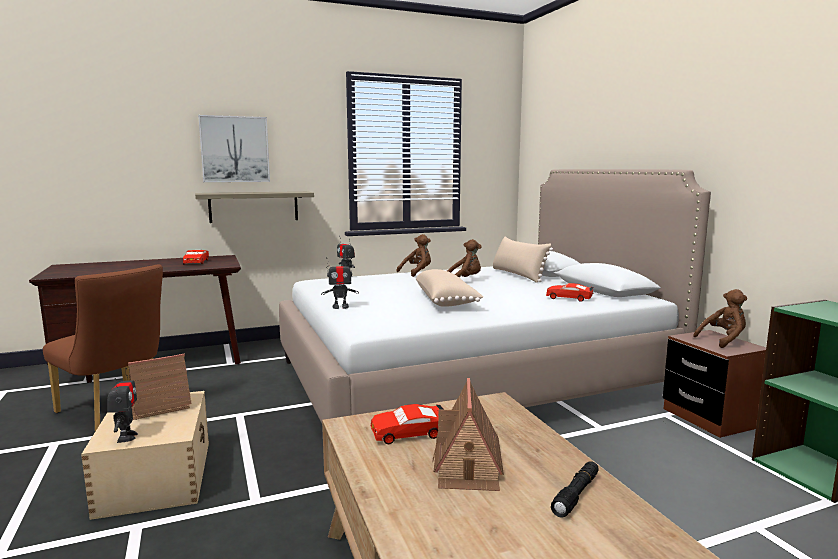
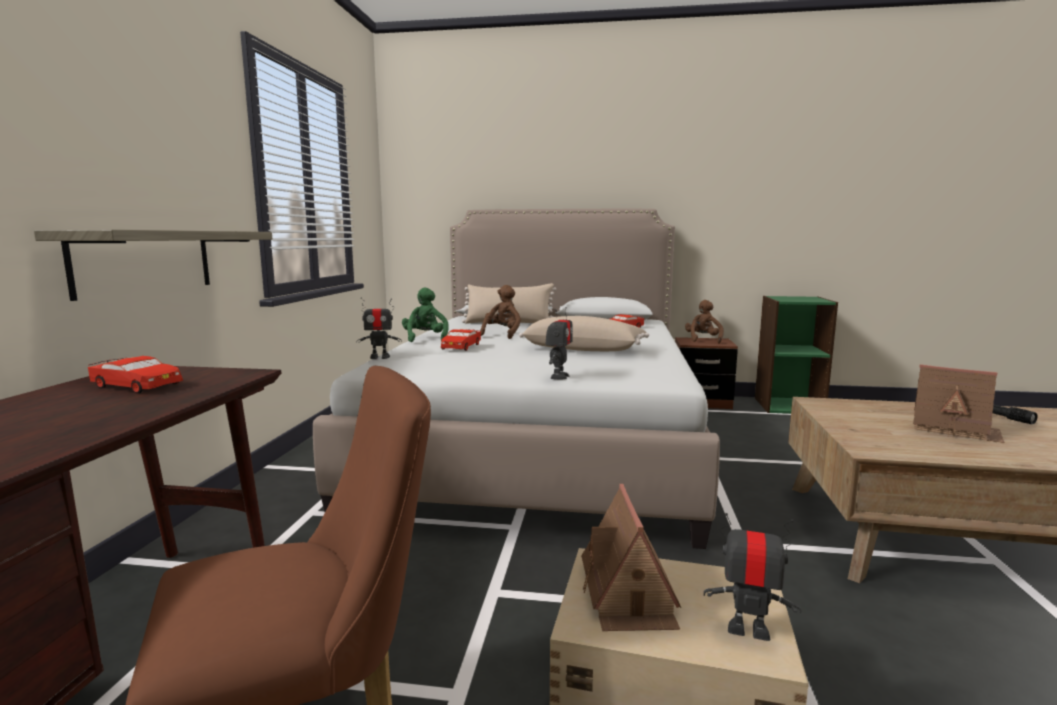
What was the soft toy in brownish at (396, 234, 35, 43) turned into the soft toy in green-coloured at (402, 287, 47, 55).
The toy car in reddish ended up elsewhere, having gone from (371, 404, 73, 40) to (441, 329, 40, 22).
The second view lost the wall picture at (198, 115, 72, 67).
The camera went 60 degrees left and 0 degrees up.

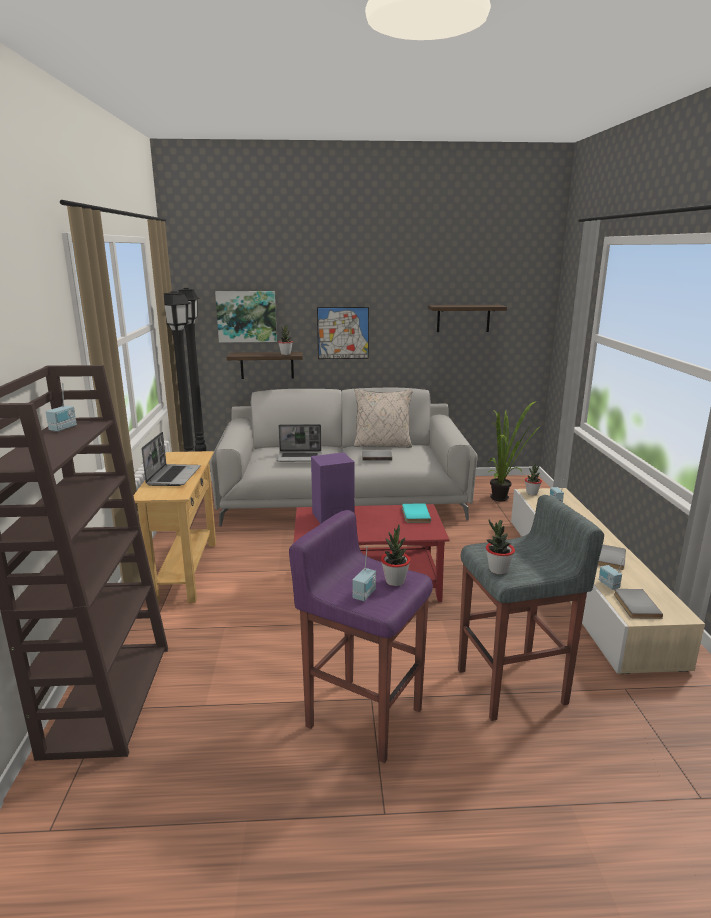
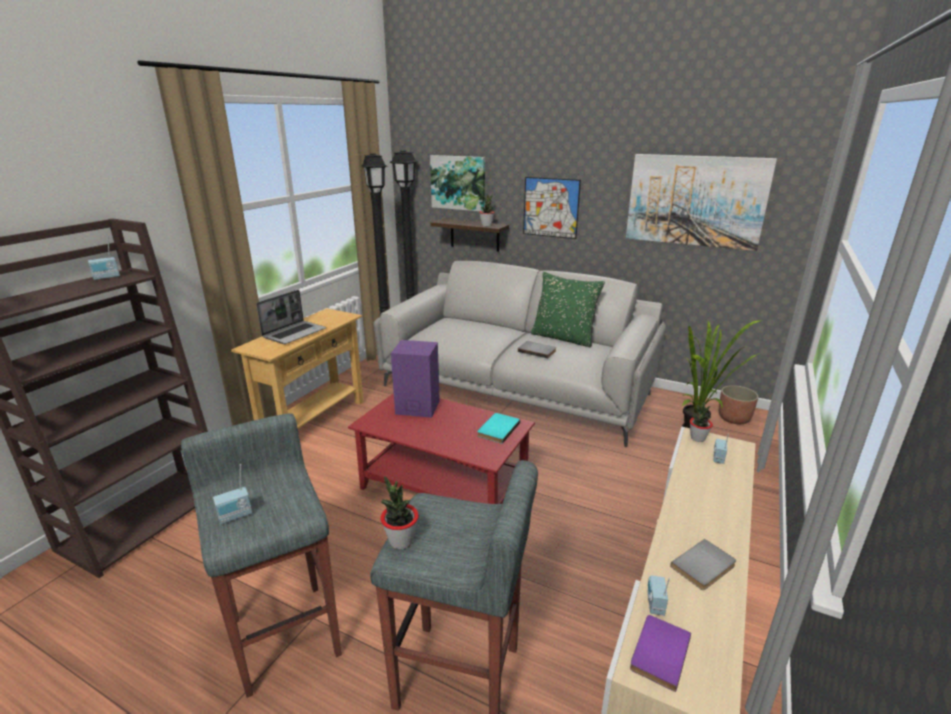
What was the stool in purple-coloured at (289, 510, 144, 253) turned into the stool in gray at (181, 414, 161, 284).
What was the cushion in beige at (354, 389, 58, 59) turned into the cushion in green-coloured at (531, 272, 74, 76).
Where the shelf hung at (428, 305, 79, 27), the wall picture came to hang at (626, 154, 151, 97).
What was the book in gray at (614, 589, 49, 30) turned into the book in purple-coloured at (630, 615, 61, 77).
The second view gained the flower pot at (719, 385, 40, 39).
The second view lost the laptop at (277, 424, 45, 38).
The second view lost the potted plant at (381, 525, 30, 61).
The camera went 30 degrees right and 5 degrees up.

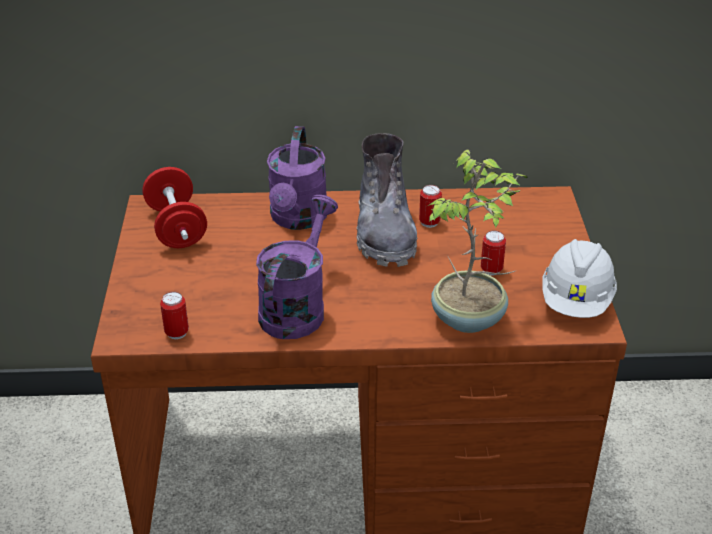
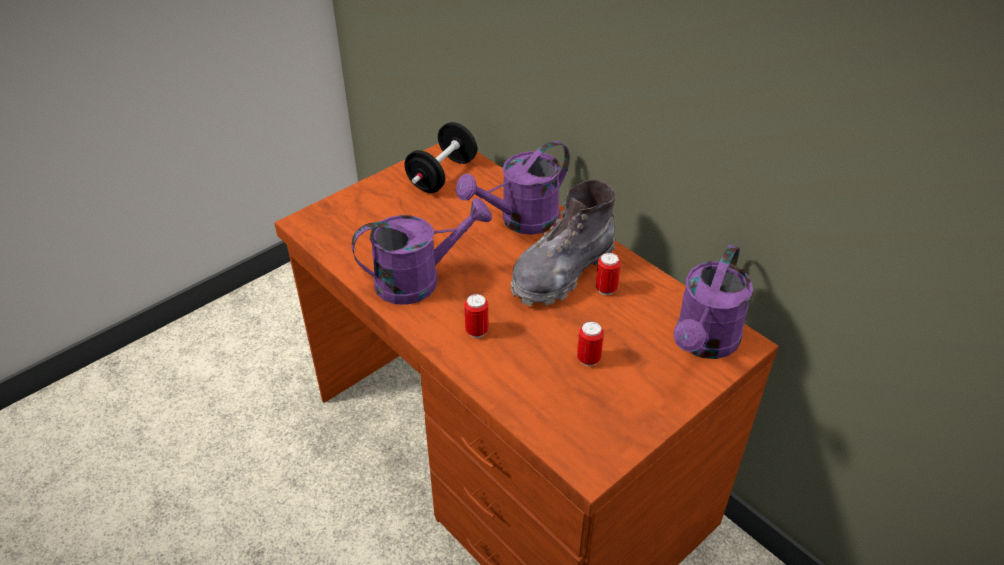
What was the hand weight in reddish at (142, 167, 65, 81) turned into the hand weight in black-coloured at (404, 122, 73, 71).
The metal can ended up elsewhere, having gone from (160, 292, 29, 47) to (464, 294, 25, 44).
The second view gained the watering can in purple-coloured at (674, 245, 79, 114).
The second view lost the potted plant at (428, 149, 100, 184).
The second view lost the safety helmet in whitish at (542, 239, 75, 79).
The camera went 50 degrees right and 5 degrees up.

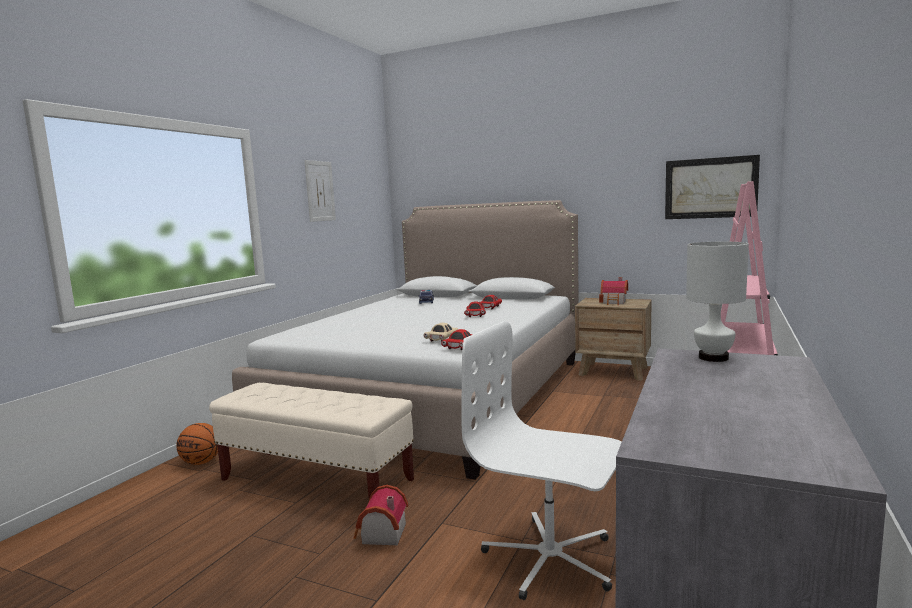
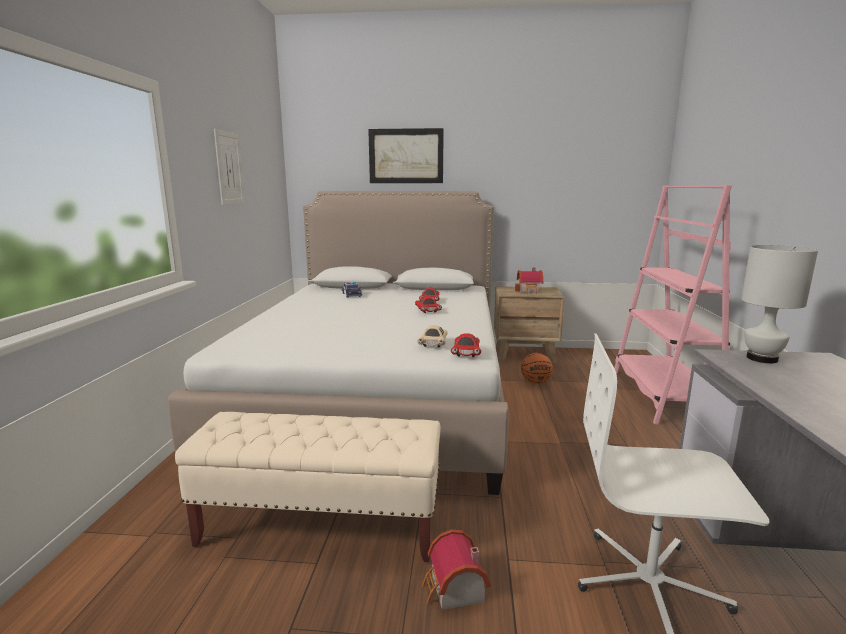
The wall picture ended up elsewhere, having gone from (665, 155, 95, 64) to (368, 128, 76, 55).
The ball for basketball ended up elsewhere, having gone from (176, 423, 42, 42) to (521, 353, 32, 31).
The camera went 20 degrees left and 5 degrees up.

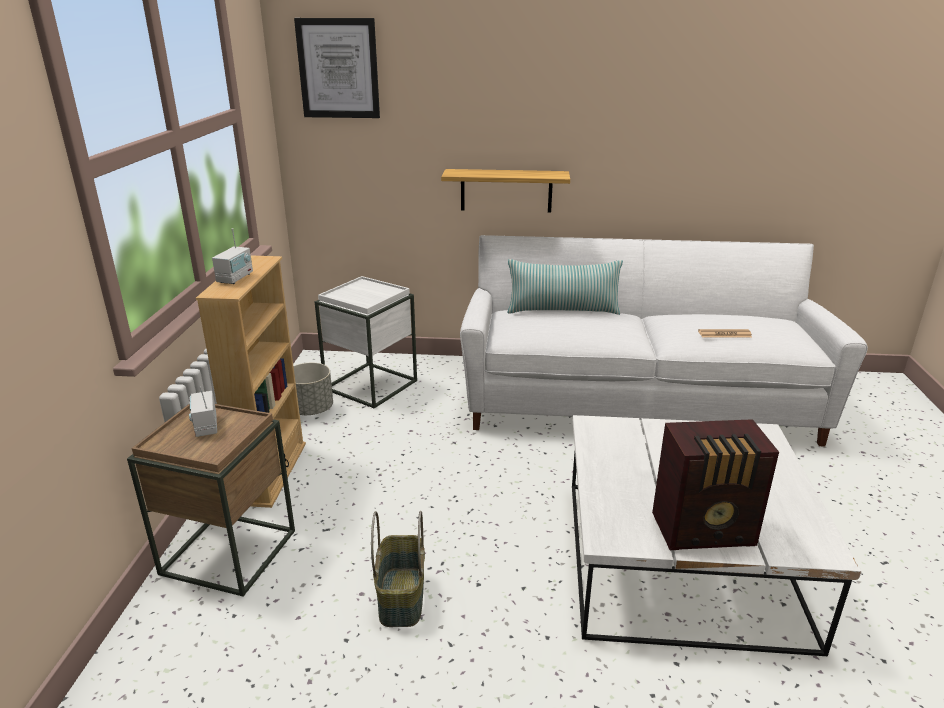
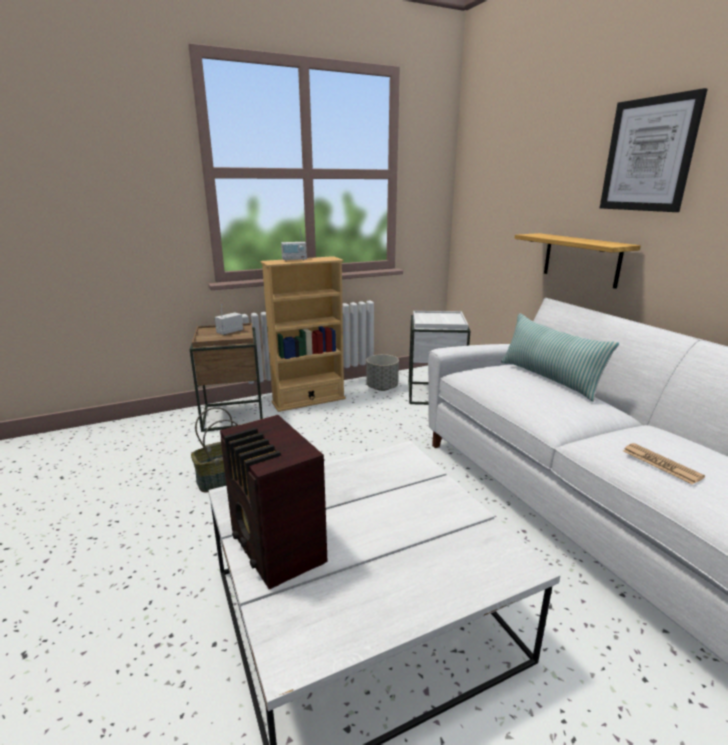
The wall picture ended up elsewhere, having gone from (294, 18, 86, 100) to (600, 88, 108, 124).
The camera went 60 degrees right and 5 degrees down.

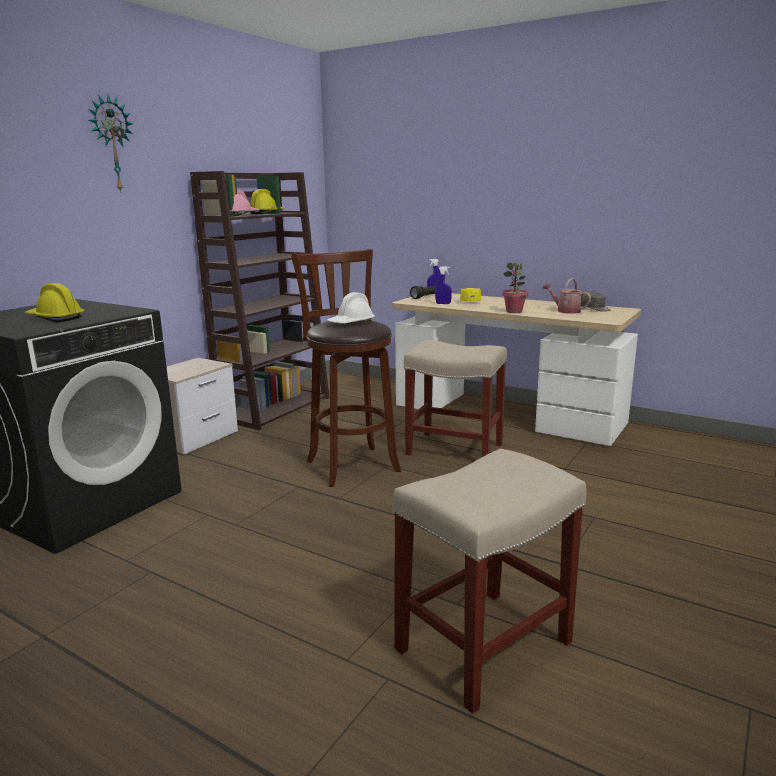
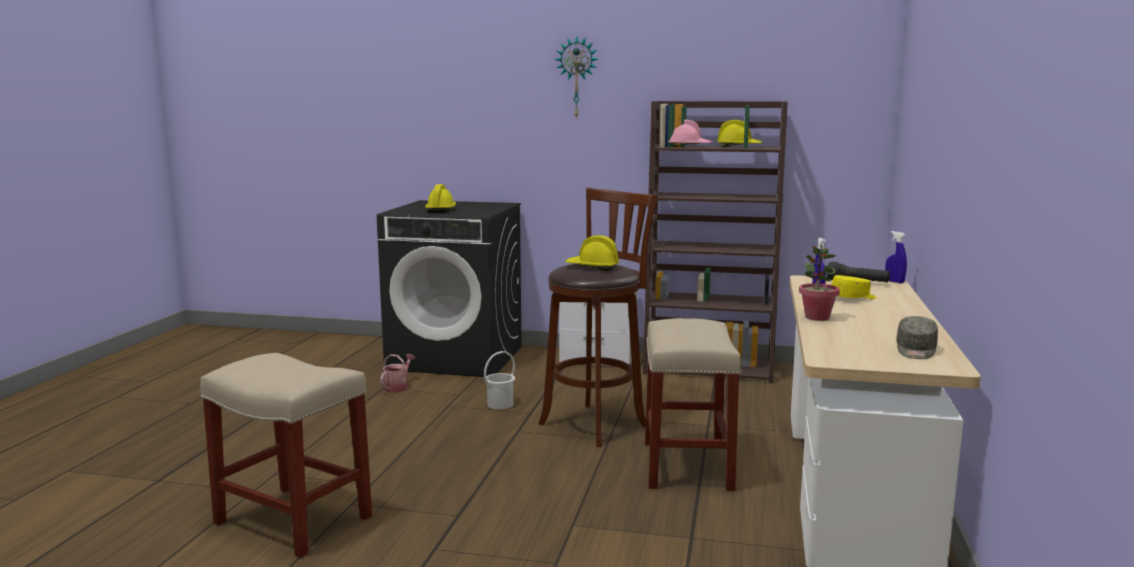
The watering can ended up elsewhere, having gone from (543, 278, 48, 36) to (380, 354, 35, 39).
The second view gained the water bucket in whitish at (484, 351, 31, 58).
What was the safety helmet in whitish at (327, 292, 48, 31) turned into the safety helmet in yellow-coloured at (565, 235, 55, 36).
The camera went 70 degrees right and 5 degrees down.

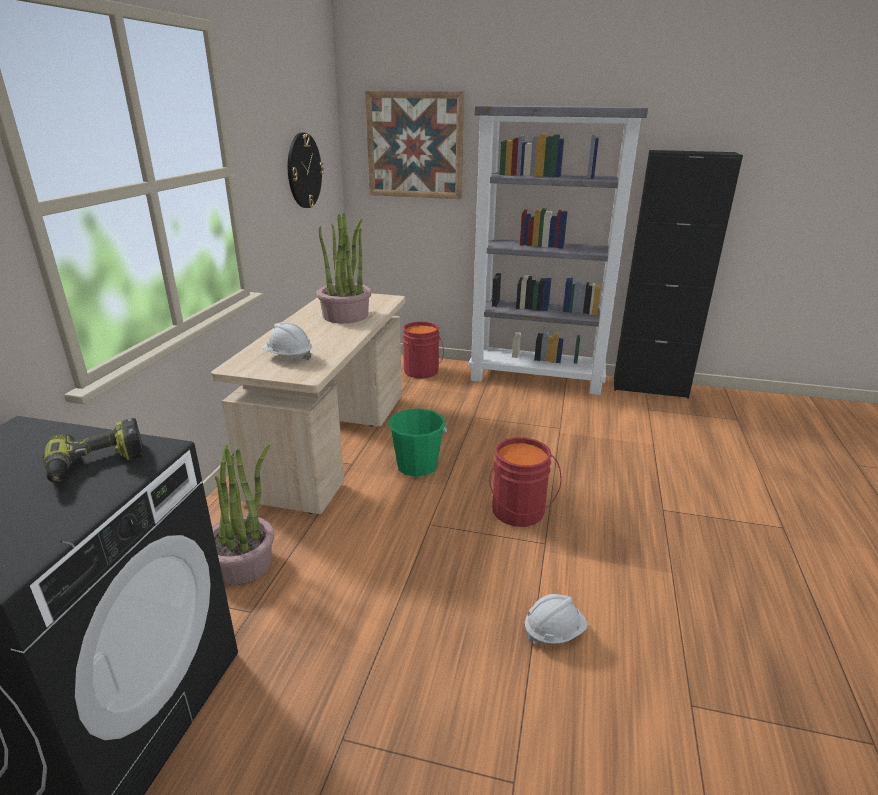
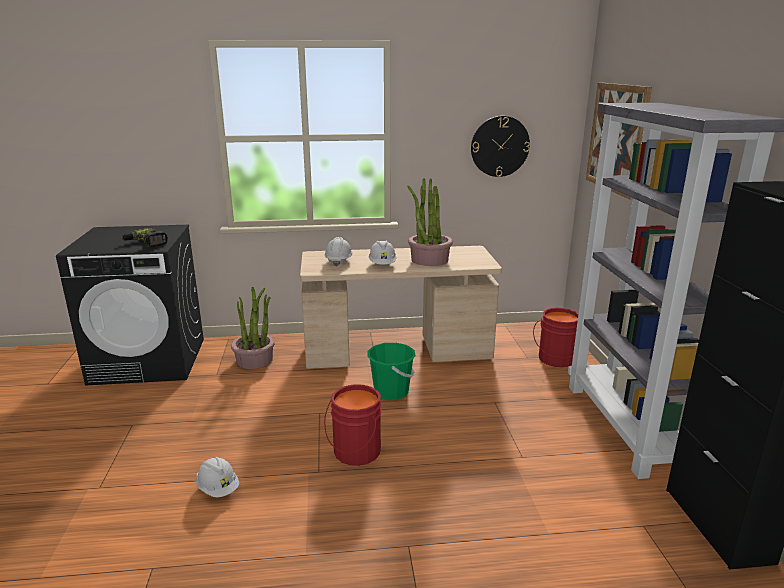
The second view gained the safety helmet in whitish at (368, 241, 29, 23).
The camera went 70 degrees right and 5 degrees down.

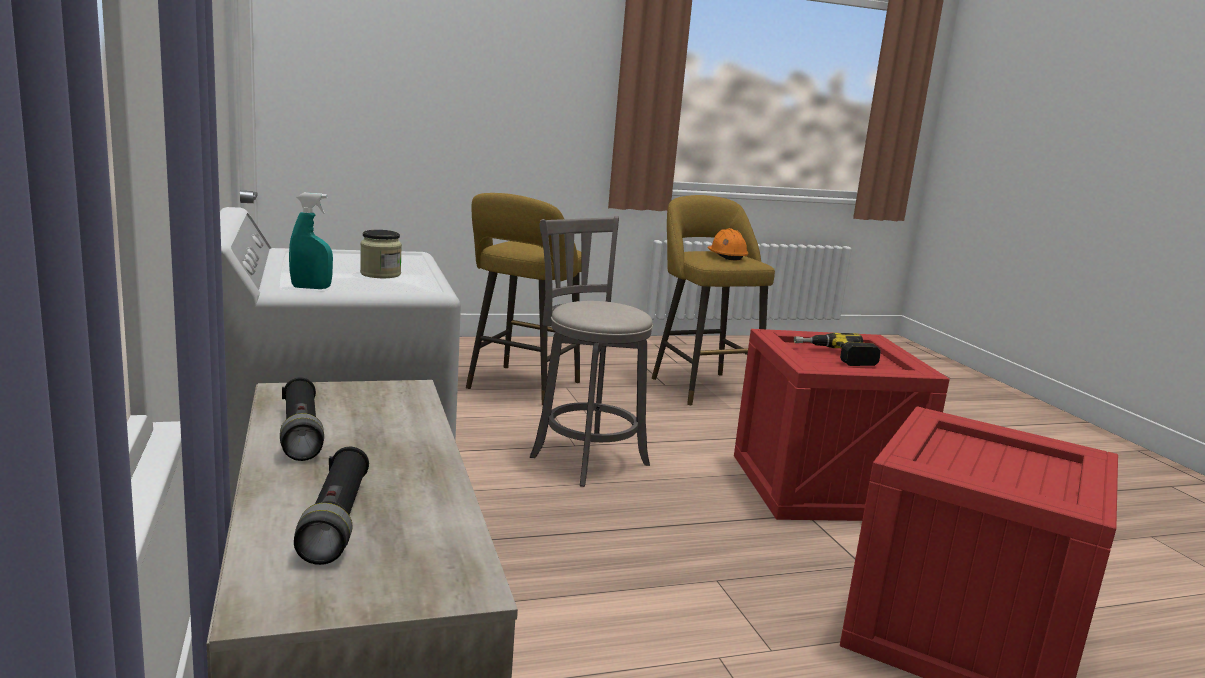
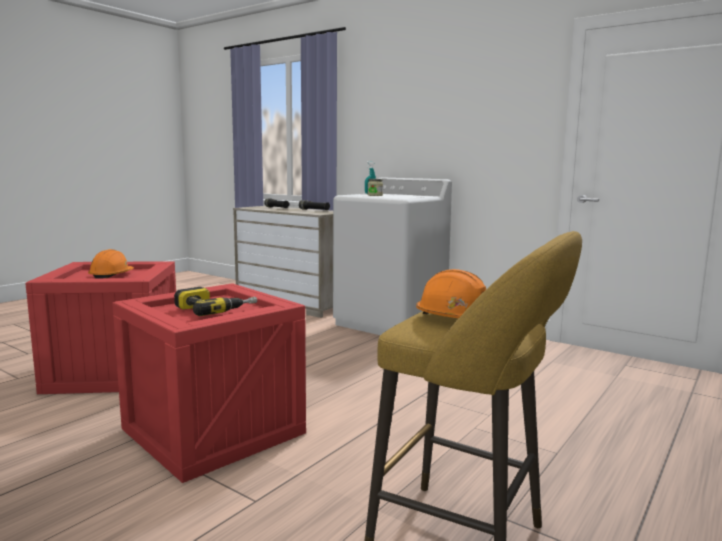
The second view gained the safety helmet in orange-coloured at (88, 249, 46, 29).
The second view lost the stool in yellow-coloured at (466, 193, 115, 212).
The second view lost the stool in gray at (530, 216, 123, 271).
The camera went 145 degrees right and 5 degrees down.

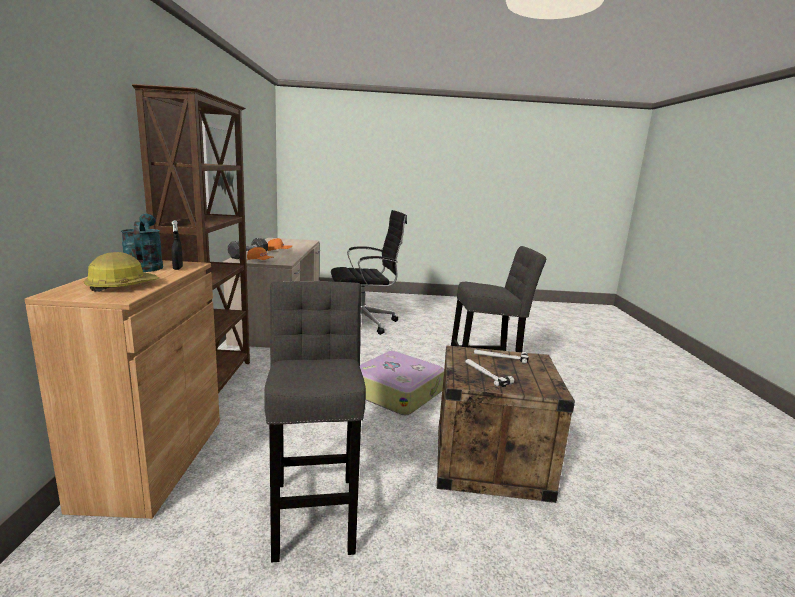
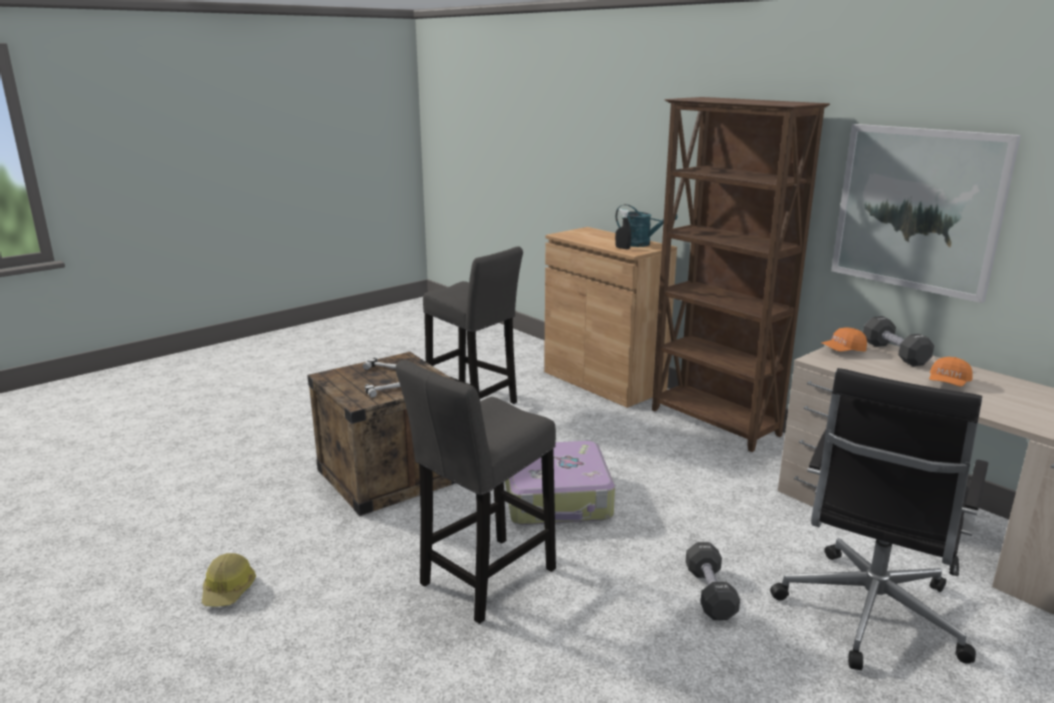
The safety helmet ended up elsewhere, having gone from (84, 252, 75, 40) to (202, 553, 54, 54).
The second view gained the hand weight in black-coloured at (686, 542, 54, 78).
The camera went 140 degrees right and 5 degrees up.

